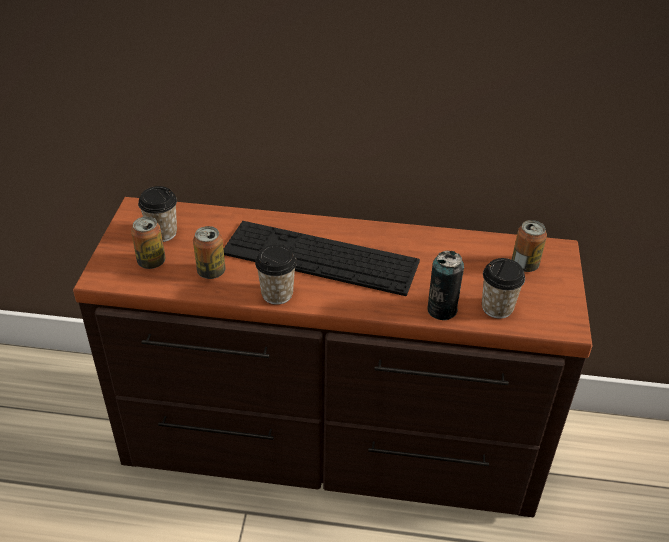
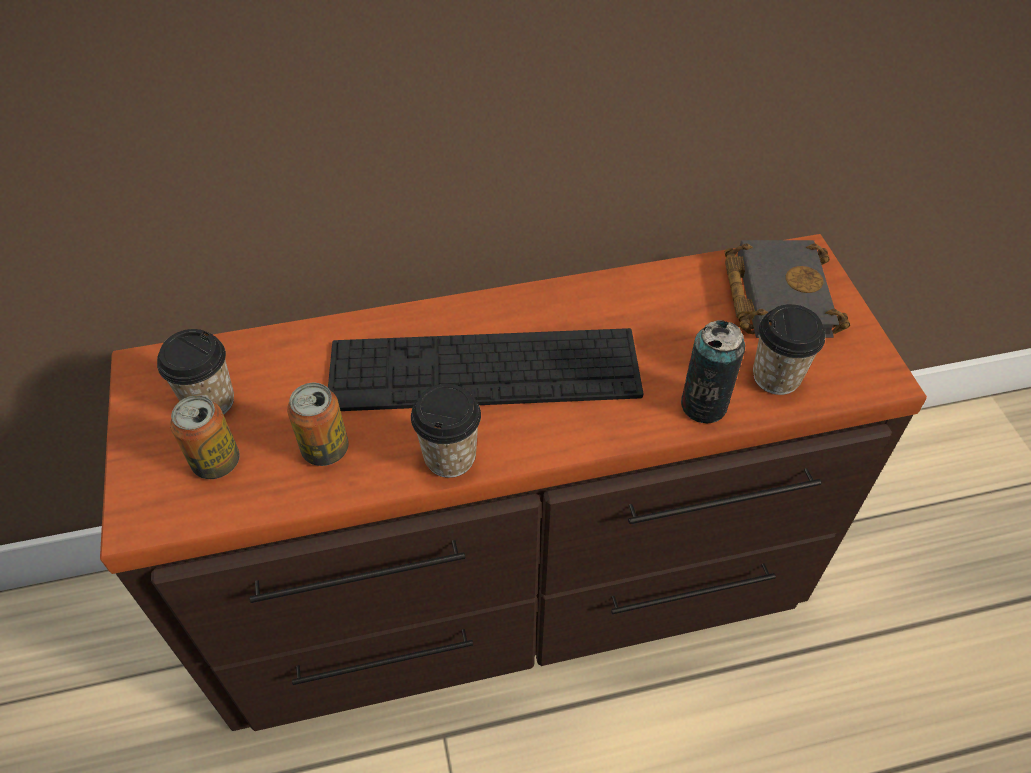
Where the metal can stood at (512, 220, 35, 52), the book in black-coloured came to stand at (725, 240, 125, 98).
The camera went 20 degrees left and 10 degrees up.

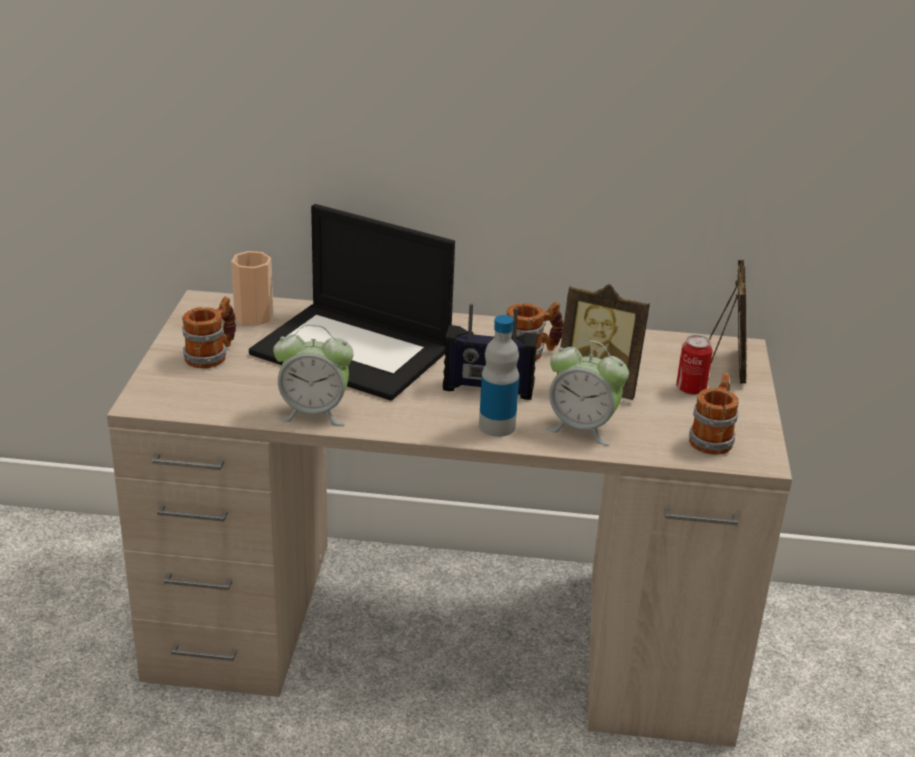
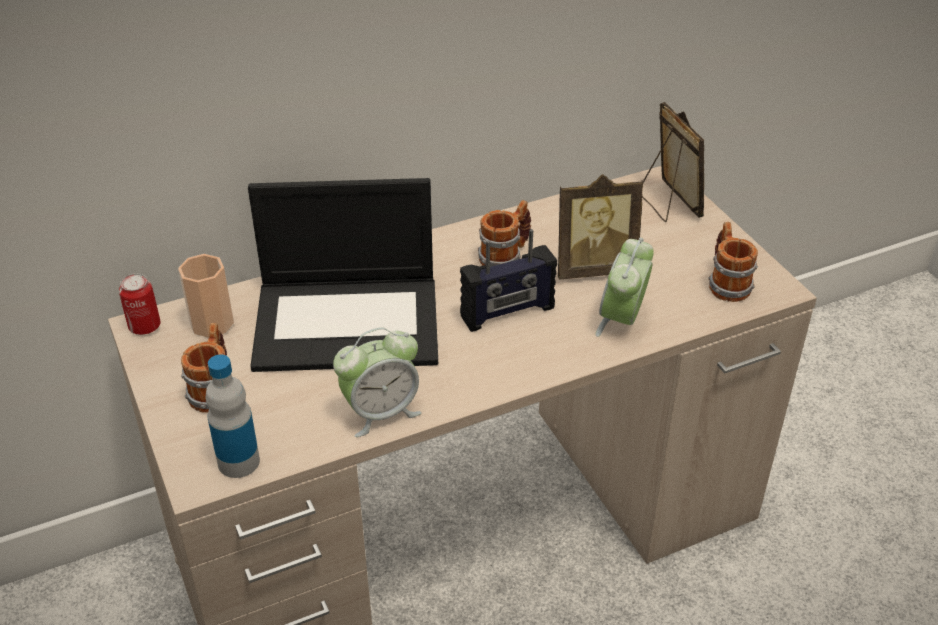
The metal can ended up elsewhere, having gone from (676, 335, 37, 60) to (119, 274, 41, 61).
The bottle ended up elsewhere, having gone from (479, 315, 40, 122) to (206, 354, 54, 124).
The table clock at (545, 340, 84, 105) ended up facing another way, 120 degrees clockwise from before.
The camera went 30 degrees left and 10 degrees up.

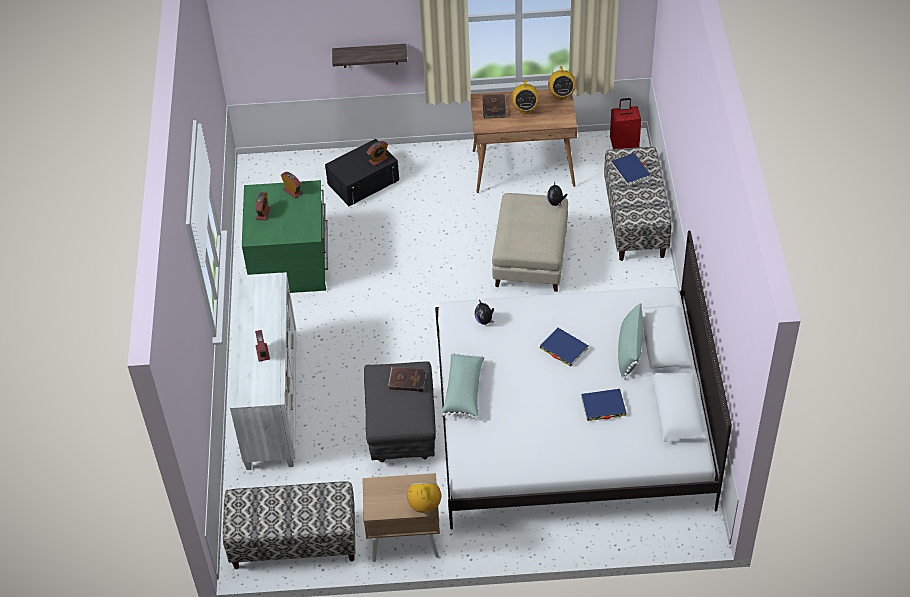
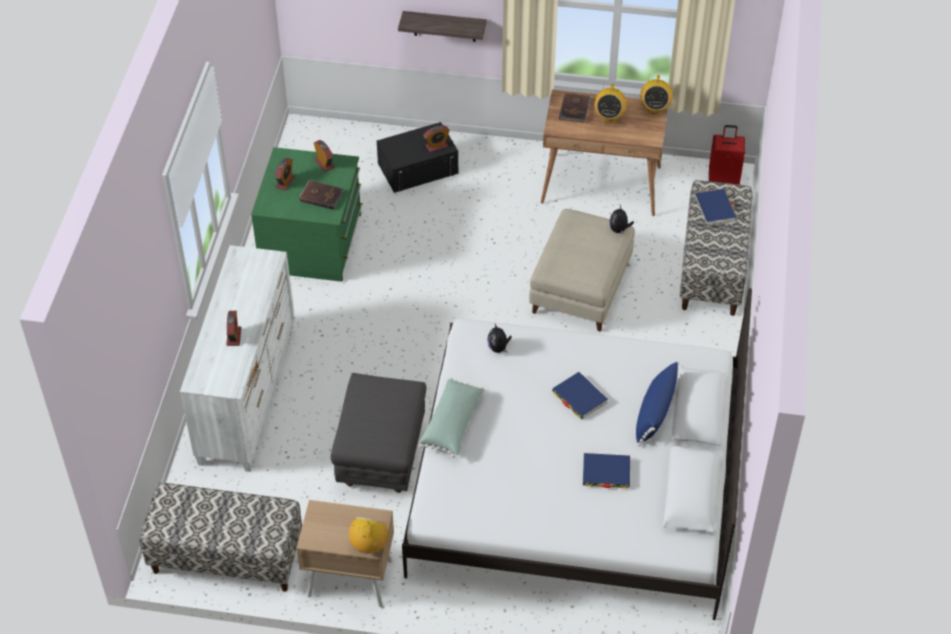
The book in brownish ended up elsewhere, having gone from (388, 367, 39, 25) to (299, 180, 45, 30).
What was the cushion in green-coloured at (618, 303, 25, 76) turned into the cushion in blue-coloured at (636, 361, 43, 85).
The camera went 10 degrees right and 0 degrees up.

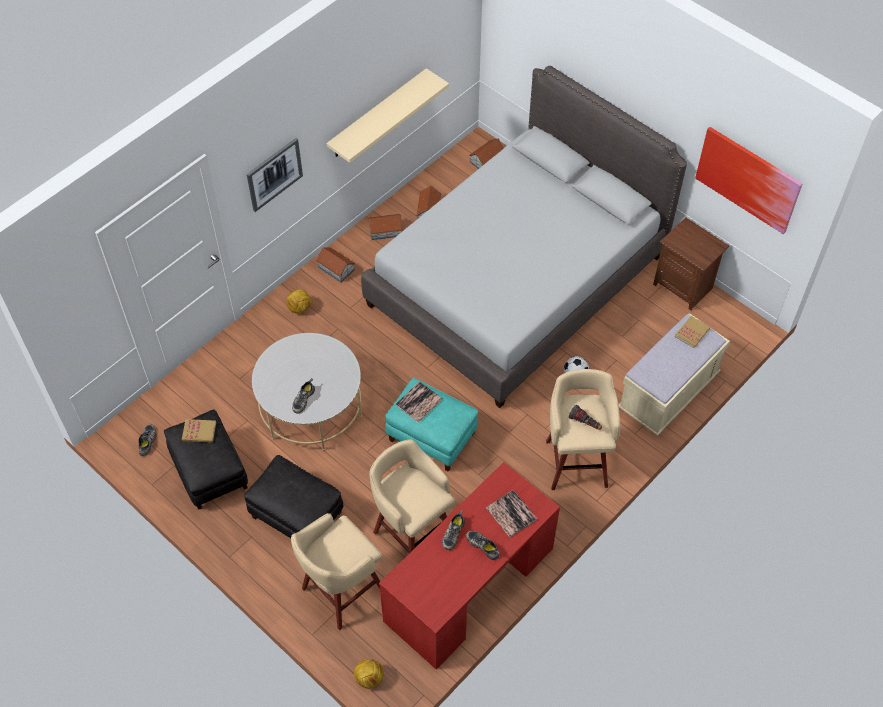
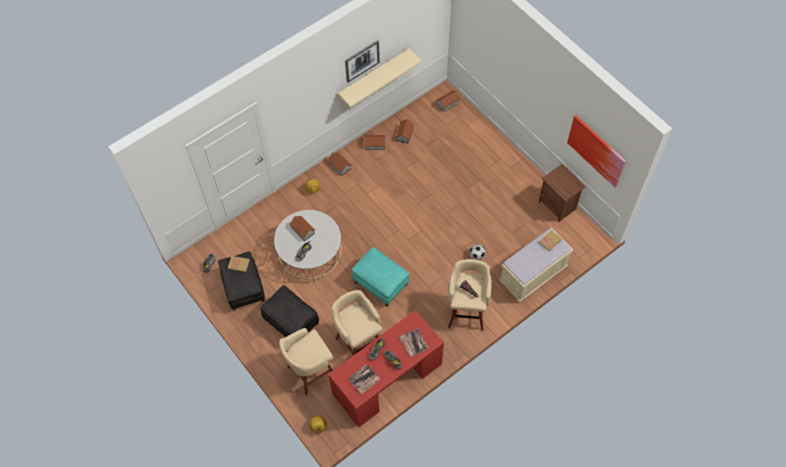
The second view gained the miniature house at (289, 216, 26, 26).
The wall picture ended up elsewhere, having gone from (247, 138, 56, 74) to (345, 40, 35, 42).
The book ended up elsewhere, having gone from (395, 381, 47, 42) to (349, 364, 31, 30).
The second view lost the sleeping bed in gray at (361, 66, 326, 342).
The camera went 10 degrees right and 5 degrees up.

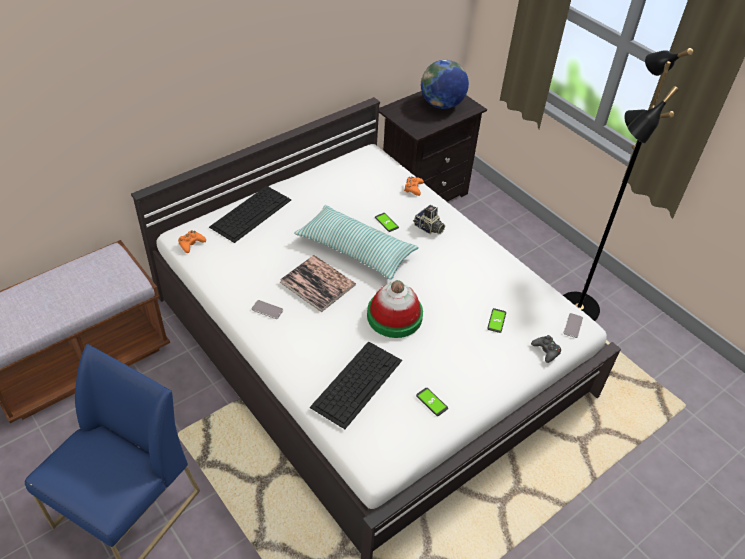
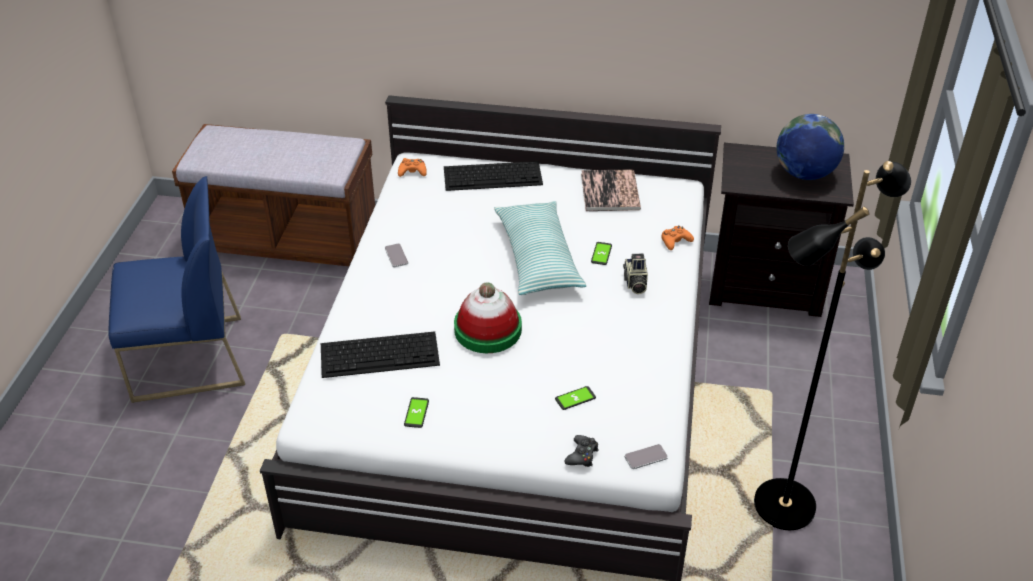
The book ended up elsewhere, having gone from (280, 255, 76, 57) to (581, 169, 60, 42).
The camera went 50 degrees right and 5 degrees down.

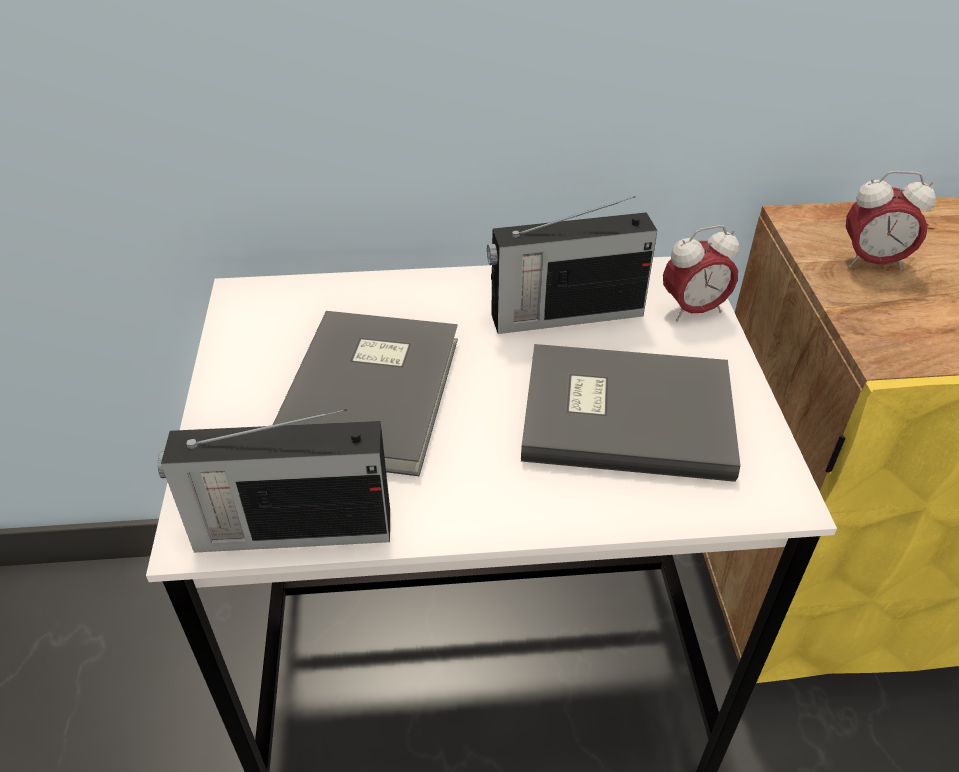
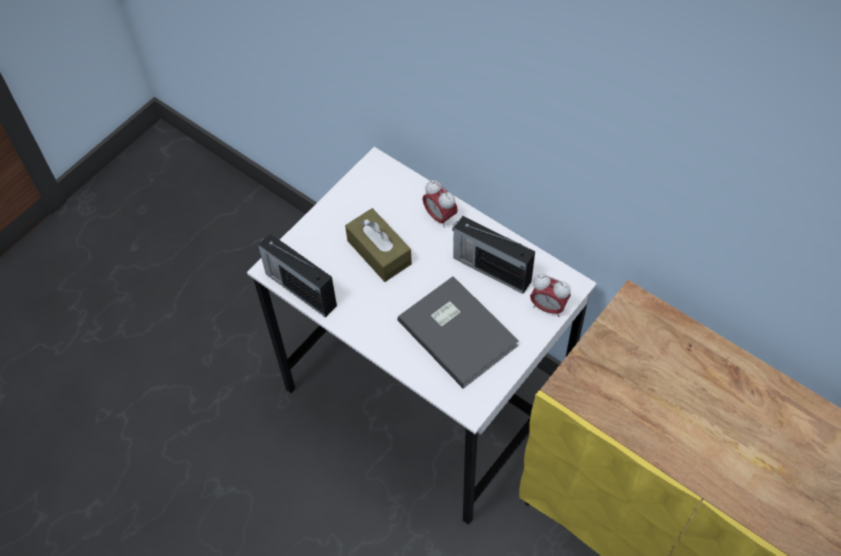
Where the book in gray stood at (273, 311, 185, 165), the box of tissues in brownish came to stand at (345, 208, 67, 74).
The table clock ended up elsewhere, having gone from (846, 171, 90, 100) to (422, 180, 36, 48).
The camera went 45 degrees right and 15 degrees up.

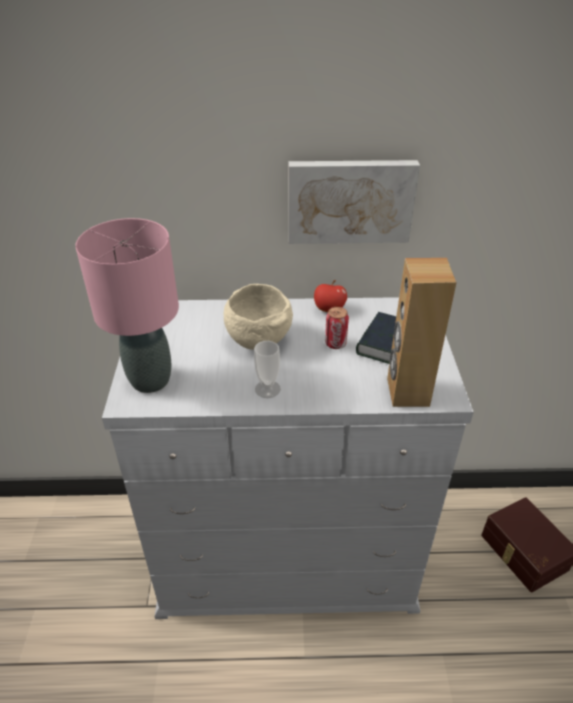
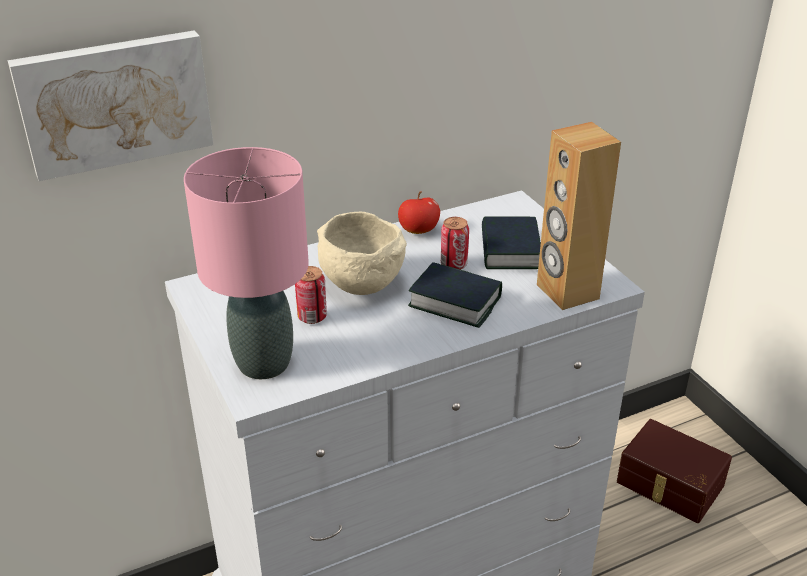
The wall picture ended up elsewhere, having gone from (288, 160, 132, 84) to (8, 30, 205, 151).
The second view gained the metal can at (295, 266, 32, 58).
The second view gained the book at (408, 262, 94, 66).
The second view lost the drinking cup at (254, 341, 27, 57).
The camera went 25 degrees left and 5 degrees down.

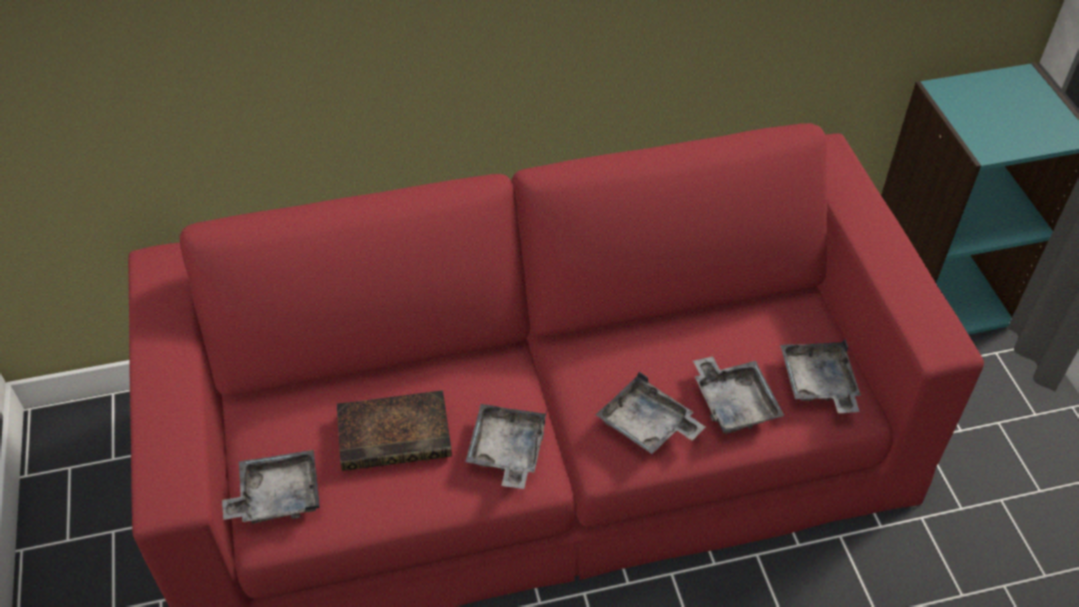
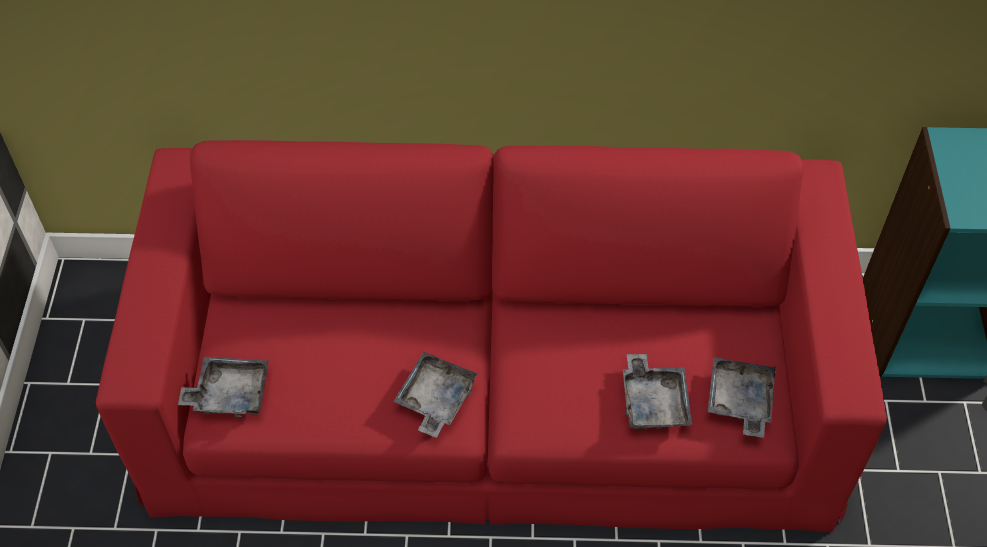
The second view lost the book at (337, 390, 115, 81).
The second view lost the serving tray in gray at (596, 372, 109, 82).
The camera went 15 degrees right and 5 degrees up.

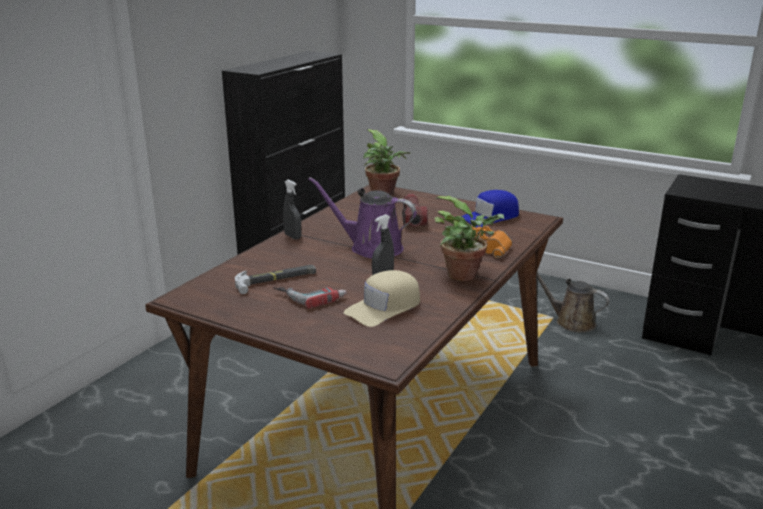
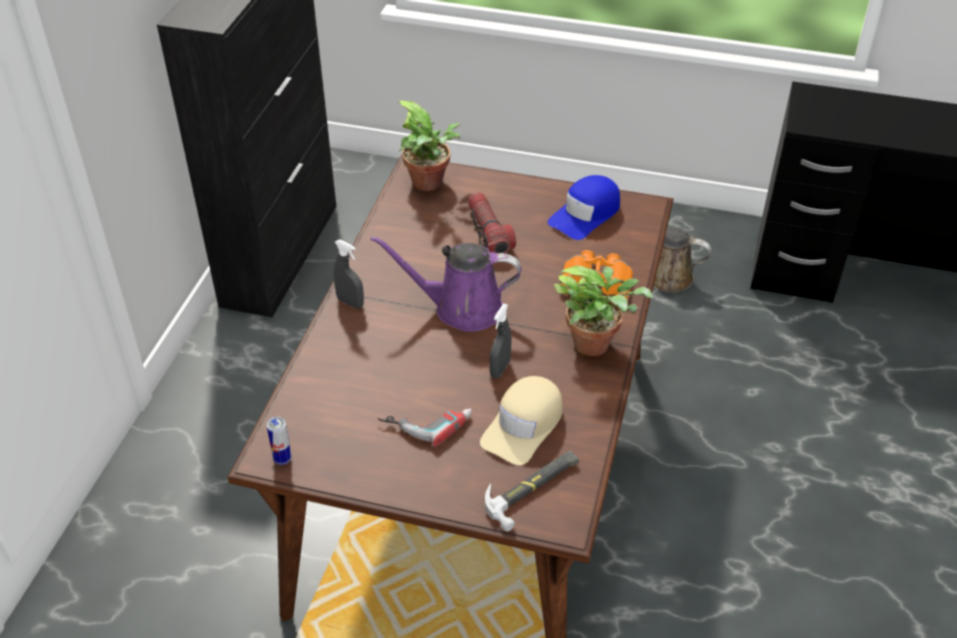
The second view gained the metal can at (266, 417, 26, 48).
The hand hammer ended up elsewhere, having gone from (235, 265, 81, 29) to (485, 451, 94, 80).
The camera went 15 degrees left and 20 degrees up.

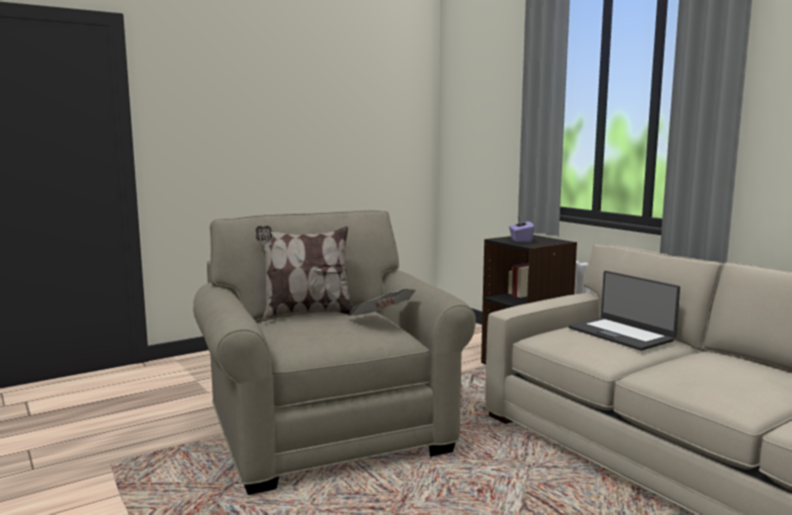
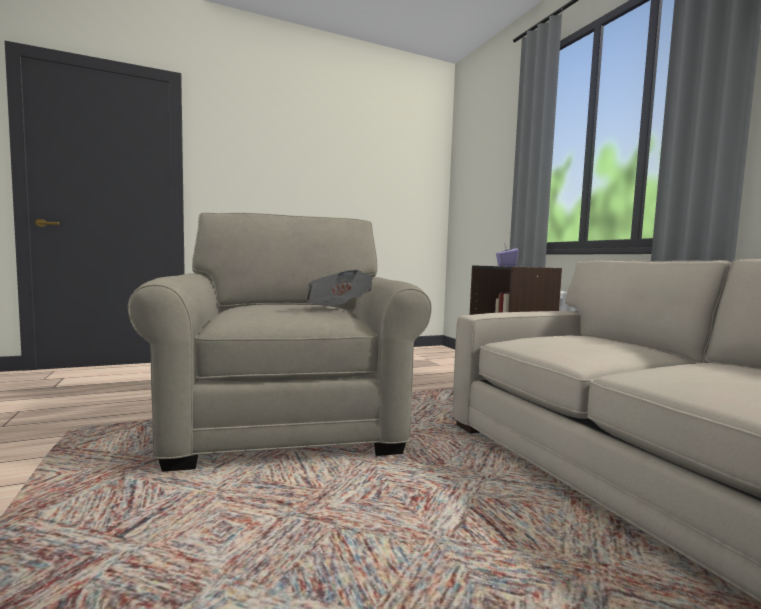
The second view lost the cushion at (255, 225, 98, 95).
The second view lost the laptop at (569, 271, 111, 80).
The camera went 10 degrees right and 5 degrees down.

